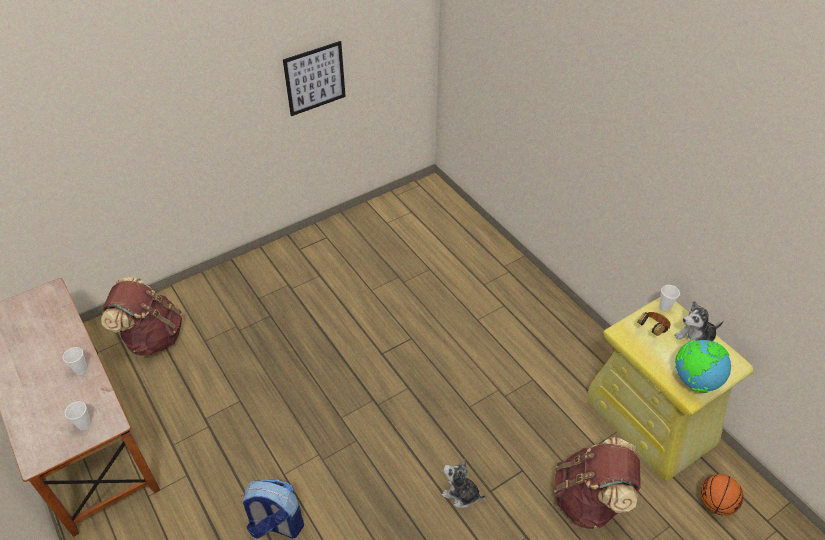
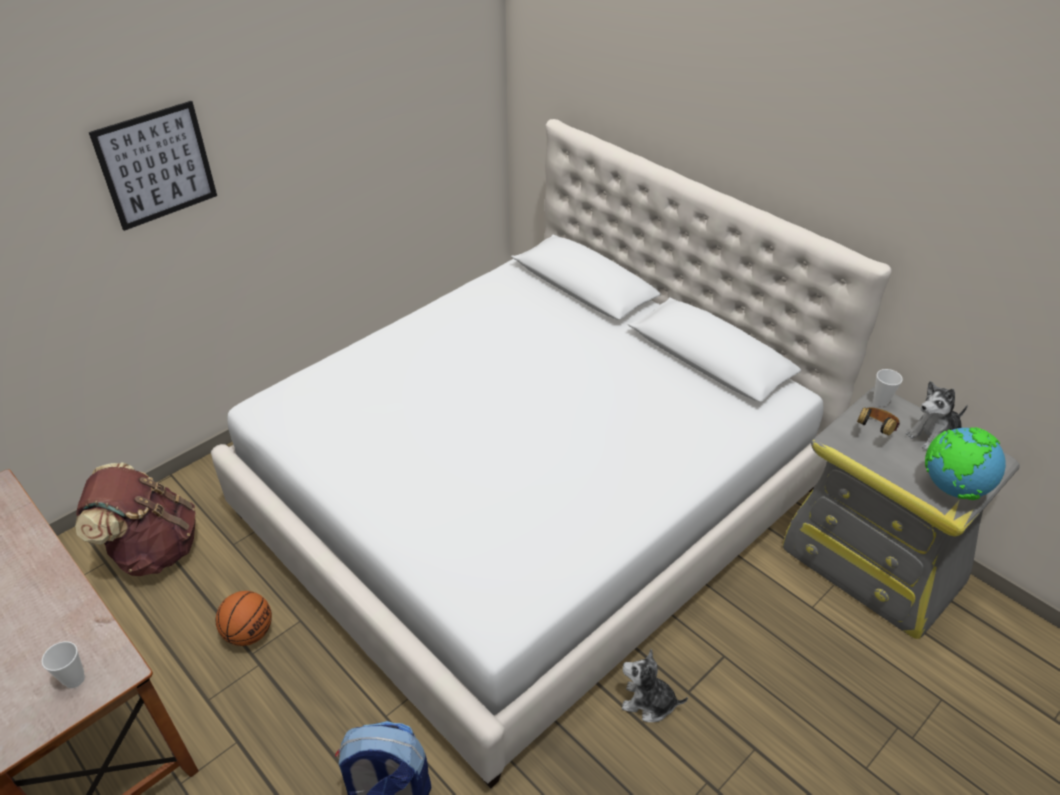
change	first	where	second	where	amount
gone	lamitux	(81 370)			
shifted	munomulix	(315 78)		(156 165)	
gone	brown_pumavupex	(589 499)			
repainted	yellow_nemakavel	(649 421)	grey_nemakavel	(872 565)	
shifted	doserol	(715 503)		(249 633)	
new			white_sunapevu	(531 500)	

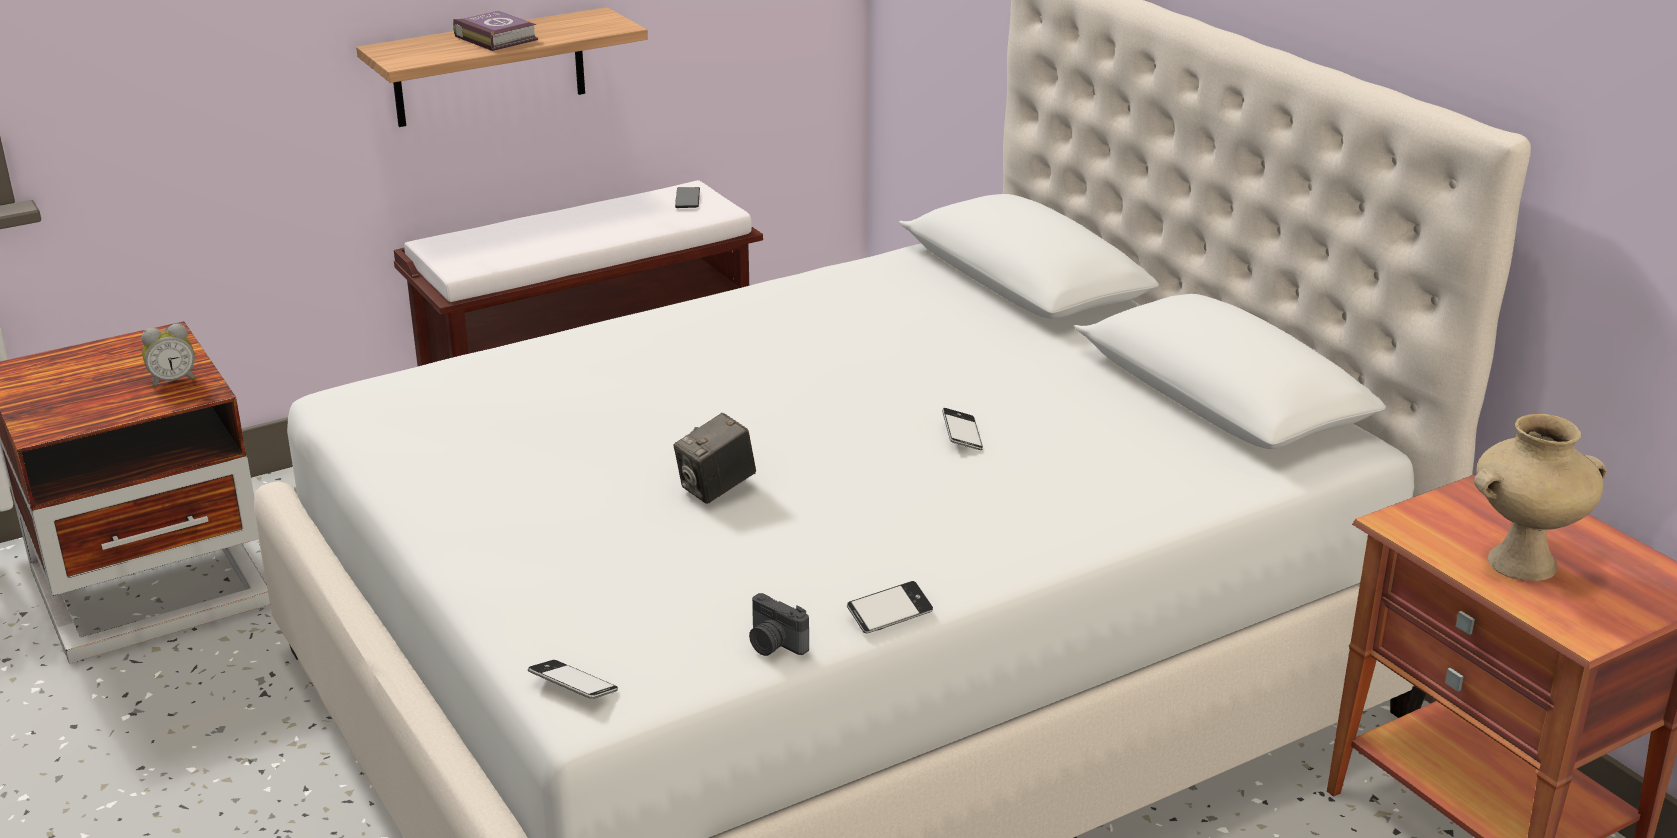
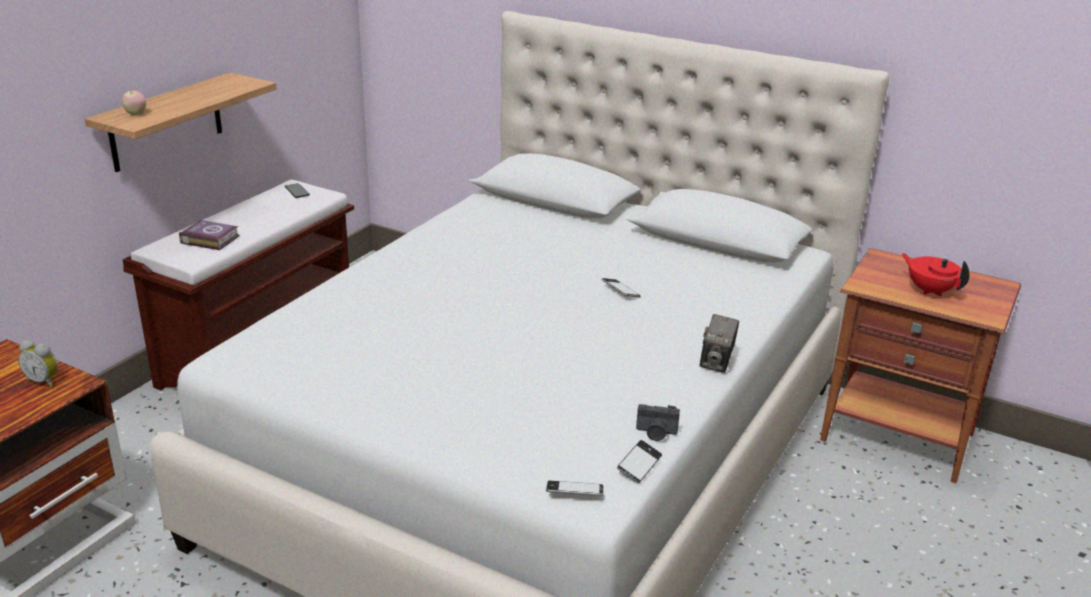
change	first	where	second	where	amount
rotated	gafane	(173 381)		(44 381)	75 degrees clockwise
shifted	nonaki	(496 37)		(209 239)	
shifted	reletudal	(716 489)		(716 362)	
shifted	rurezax	(889 613)		(639 465)	
swapped	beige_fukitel	(1522 562)	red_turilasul	(929 290)	
new			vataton	(136 114)	

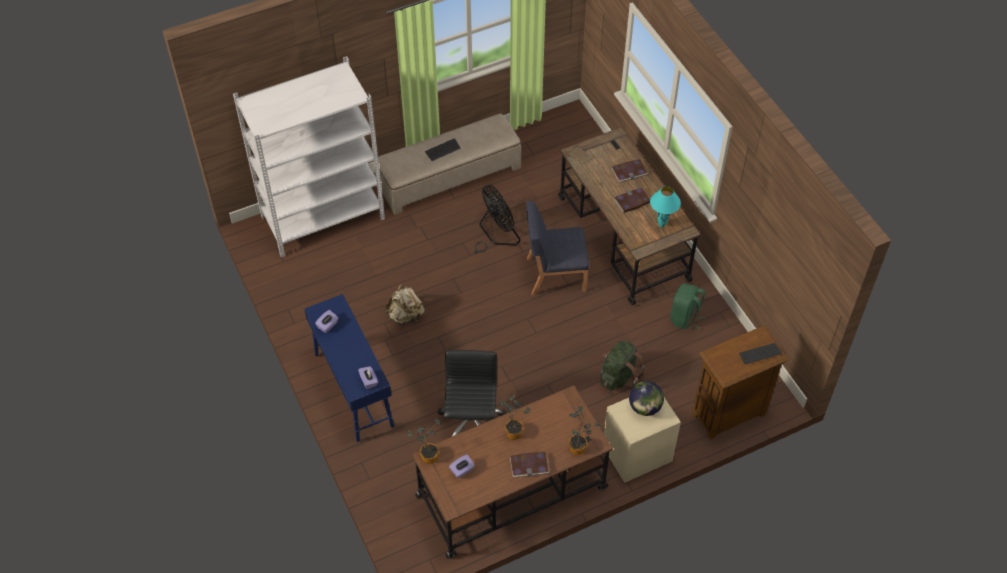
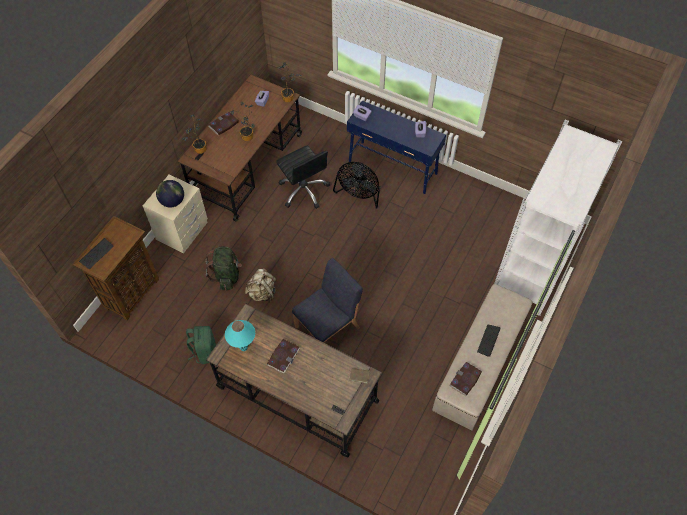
change	first	where	second	where	amount
shifted	beige_pumavupex	(405 316)		(262 293)	
shifted	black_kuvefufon	(494 233)		(358 193)	
shifted	nonaki	(629 171)		(465 379)	

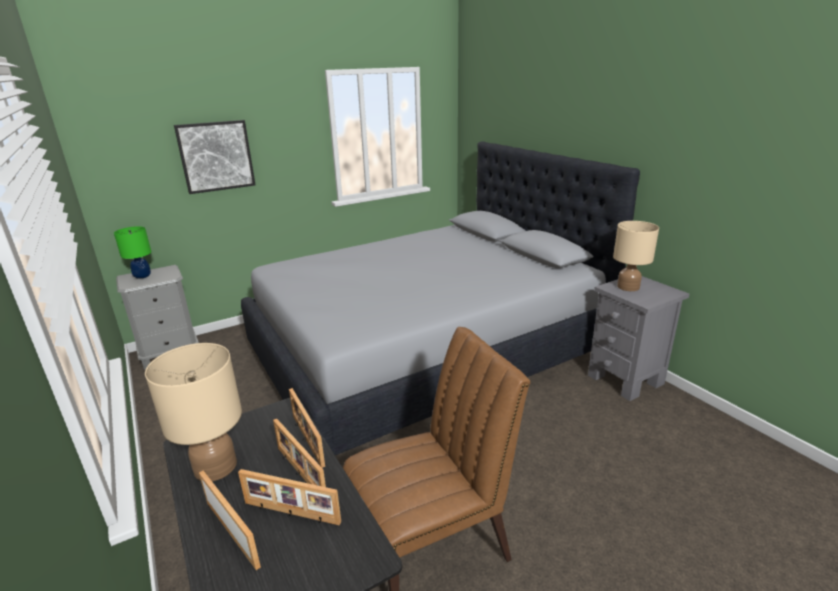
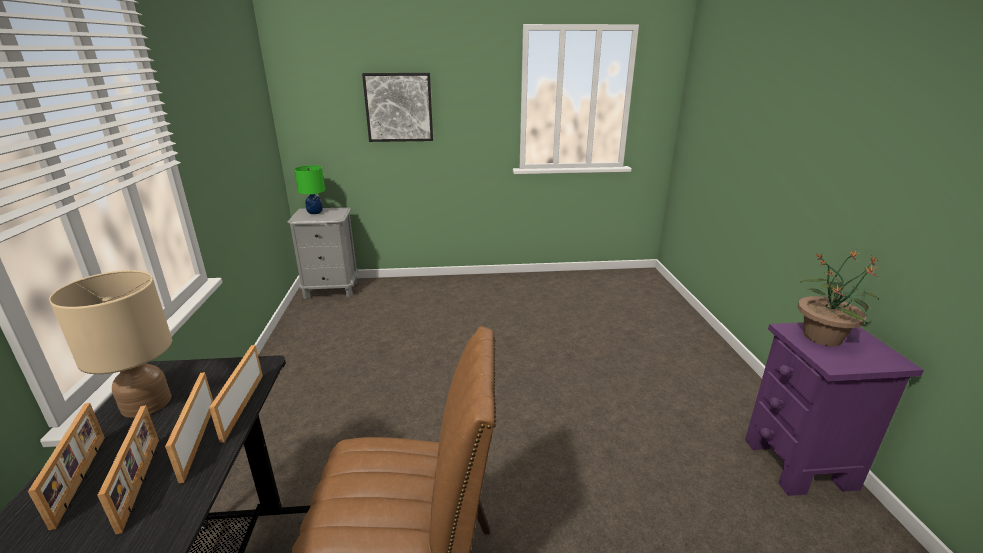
change	first	where	second	where	amount
rotated	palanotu	(291 513)		(141 481)	150 degrees counterclockwise
gone	grey_sunapevu	(427 351)			
repainted	grey_nemakavel	(625 380)	purple_nemakavel	(798 464)	
swapped	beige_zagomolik	(628 287)	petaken	(822 336)	

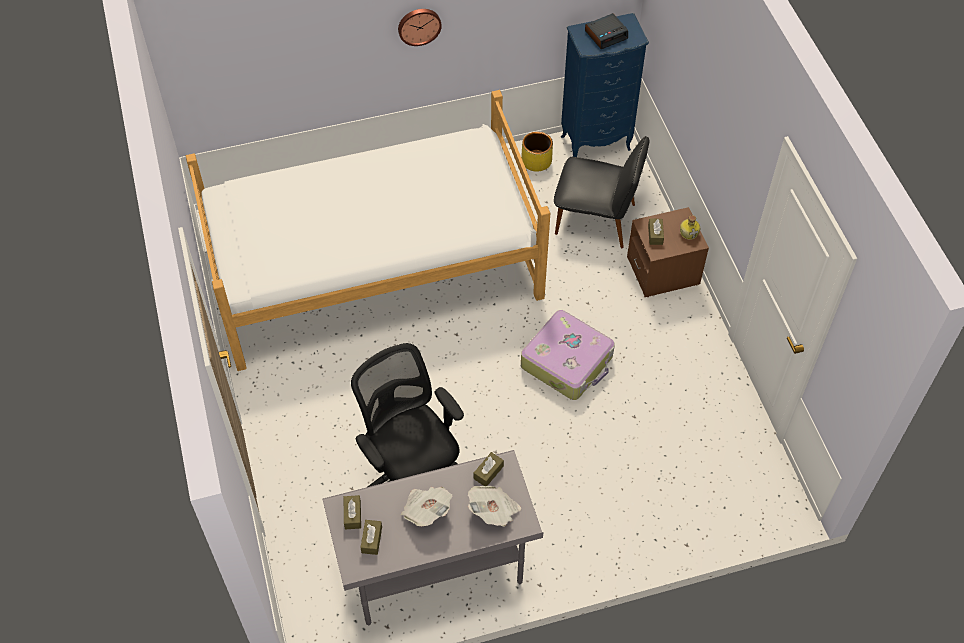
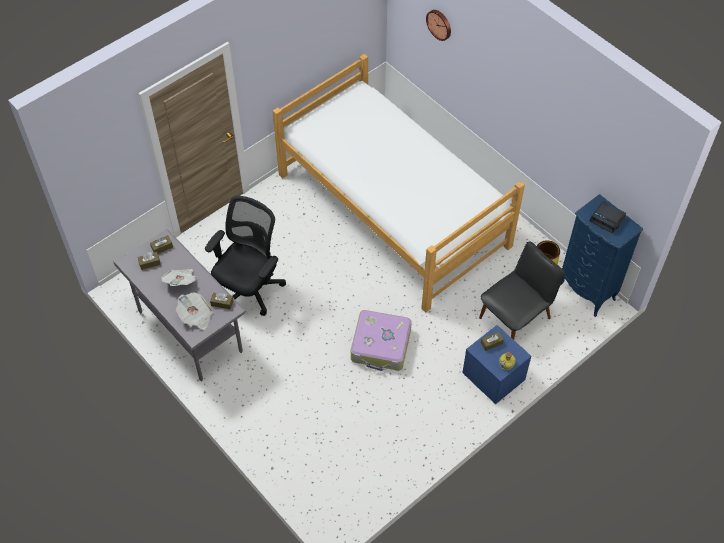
change	first	where	second	where	amount
shifted	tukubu	(419 25)		(439 24)	
rotated	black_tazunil	(595 219)		(514 317)	120 degrees counterclockwise
repainted	brown_nemakavel	(663 271)	blue_nemakavel	(493 377)	

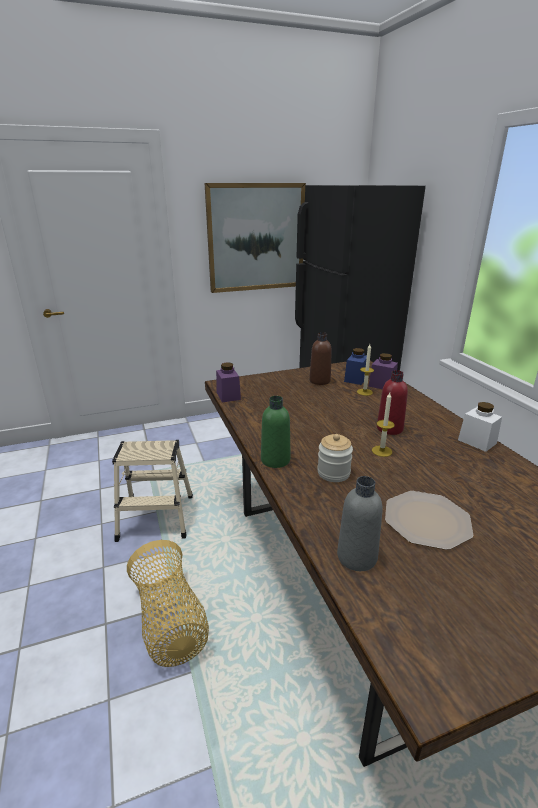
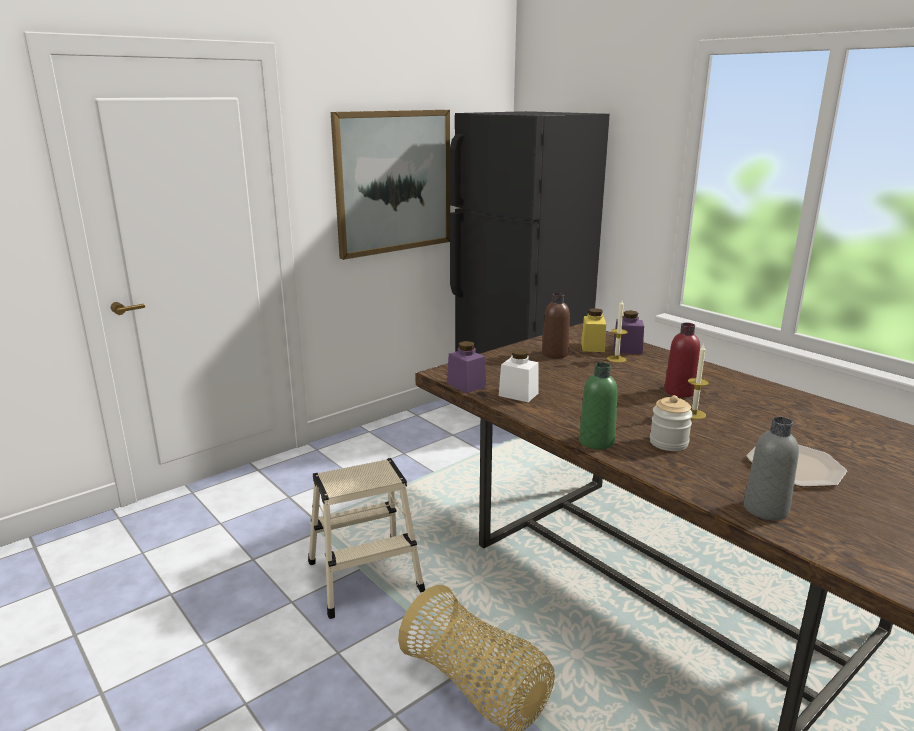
change	first	where	second	where	amount
repainted	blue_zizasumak	(355 379)	yellow_zizasumak	(592 347)	
shifted	white_zizasumak	(477 441)		(518 394)	

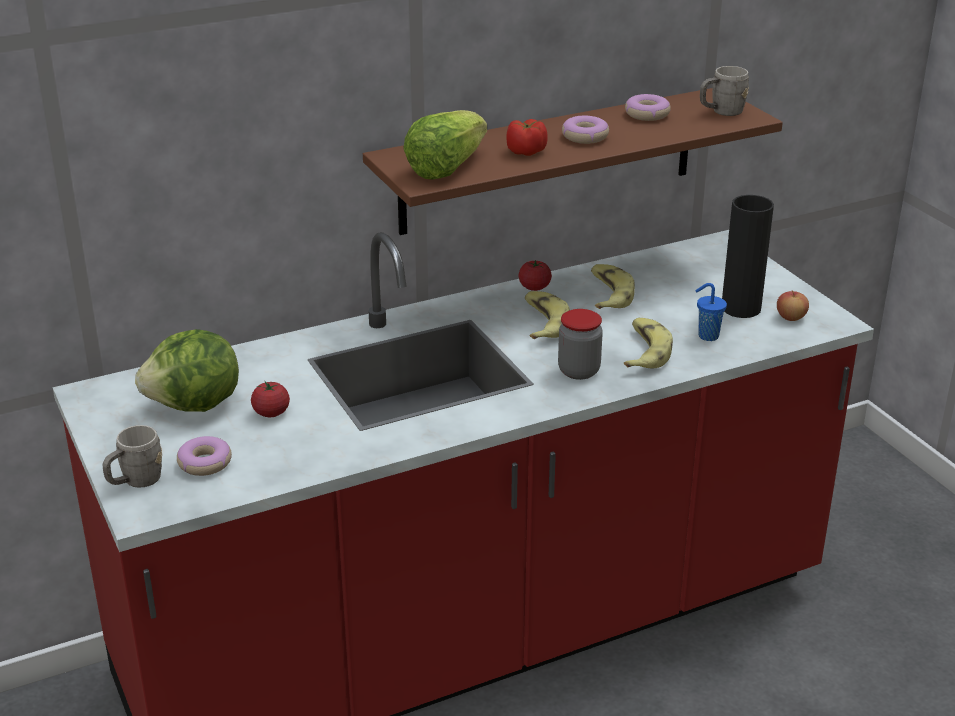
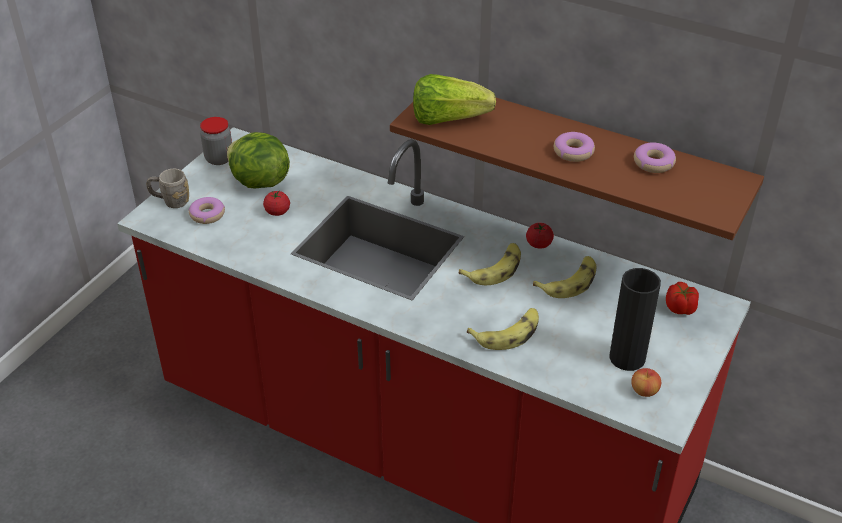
change	first	where	second	where	amount
shifted	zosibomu	(526 152)		(680 308)	
shifted	zizasumak	(579 371)		(219 158)	
gone	blue_lamitux	(707 336)			
gone	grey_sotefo	(721 112)			

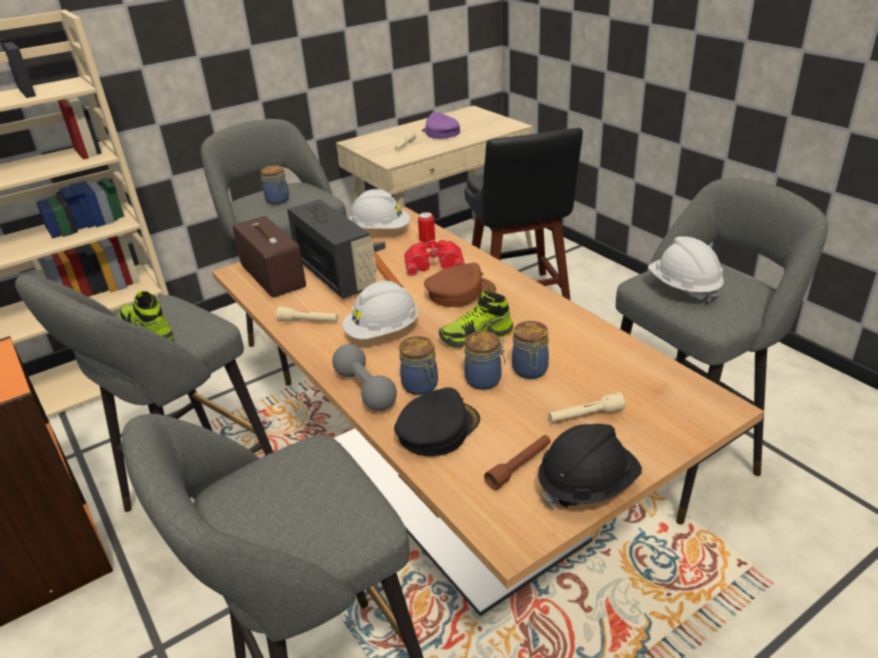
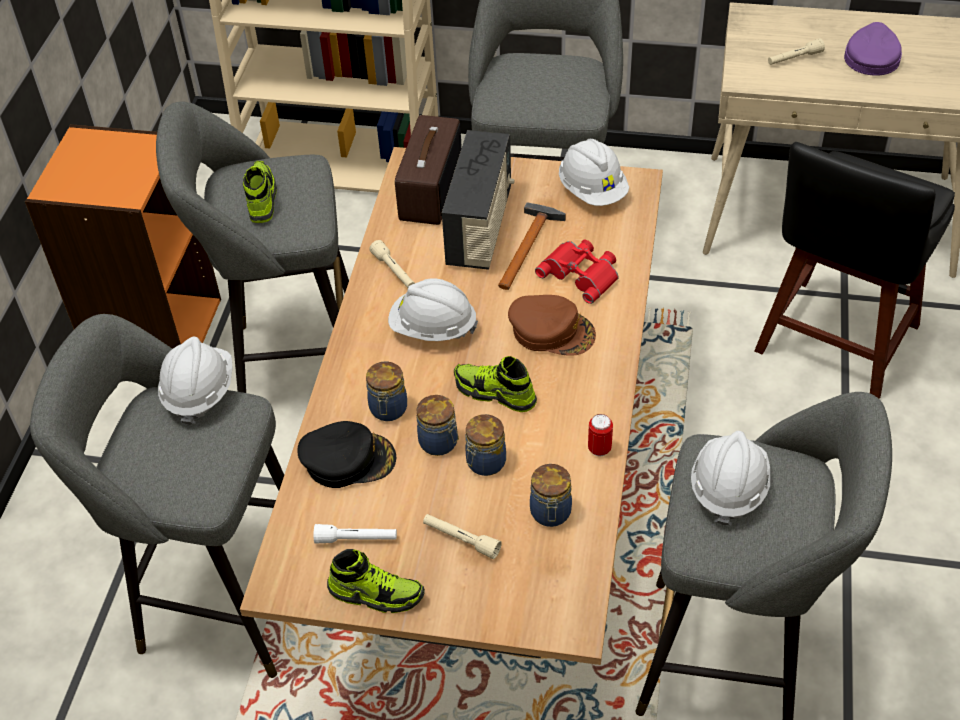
change	first	where	second	where	amount
shifted	zizasumak	(278 200)		(550 514)	
gone	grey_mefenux	(365 389)			
shifted	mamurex	(427 242)		(599 449)	
repainted	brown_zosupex	(519 466)	white_zosupex	(356 539)	
swapped	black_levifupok	(587 485)	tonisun	(376 593)	
new			white_levifupok	(199 392)	

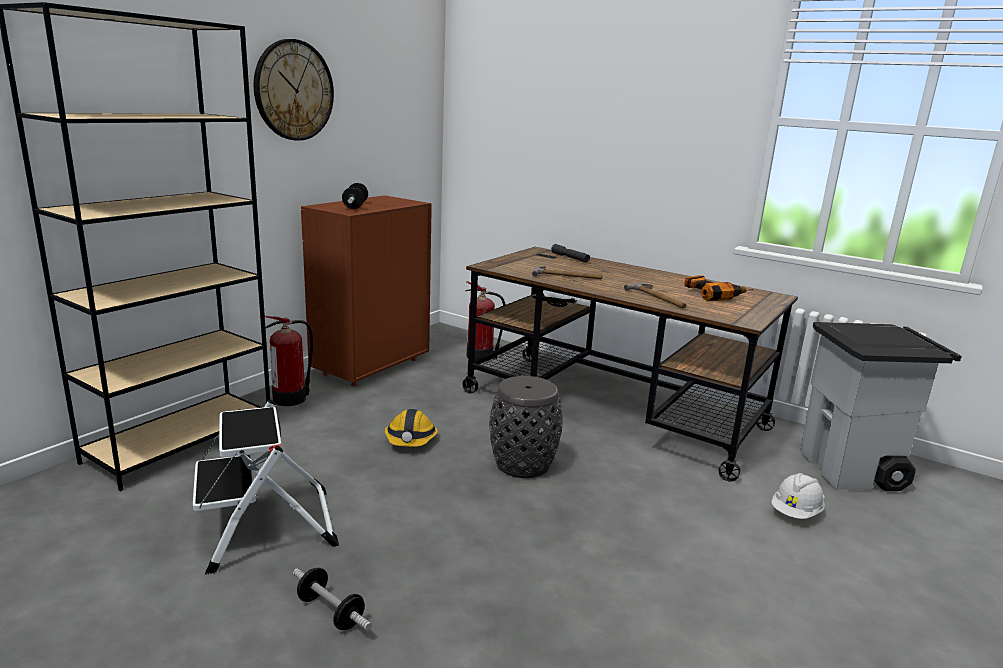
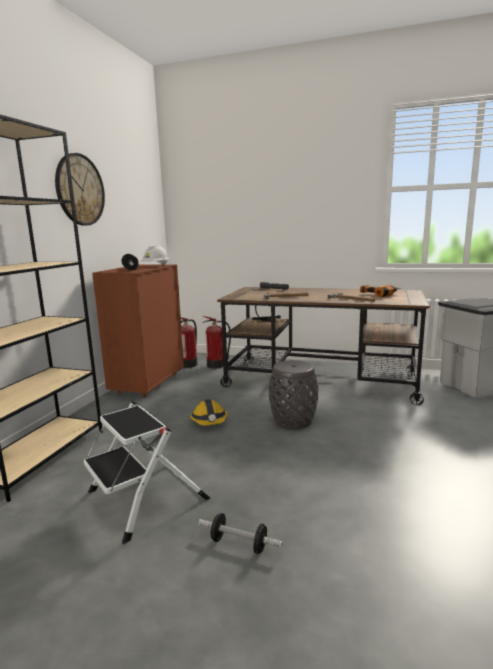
change	first	where	second	where	amount
shifted	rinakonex	(291 398)		(189 364)	
shifted	white_levifupok	(796 512)		(155 266)	

